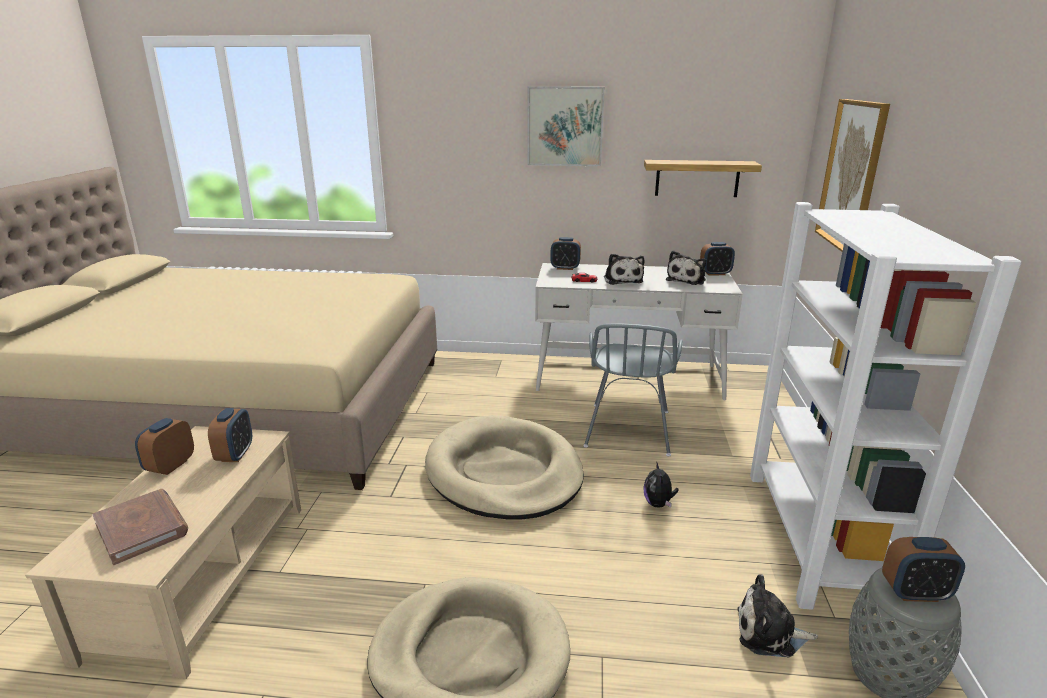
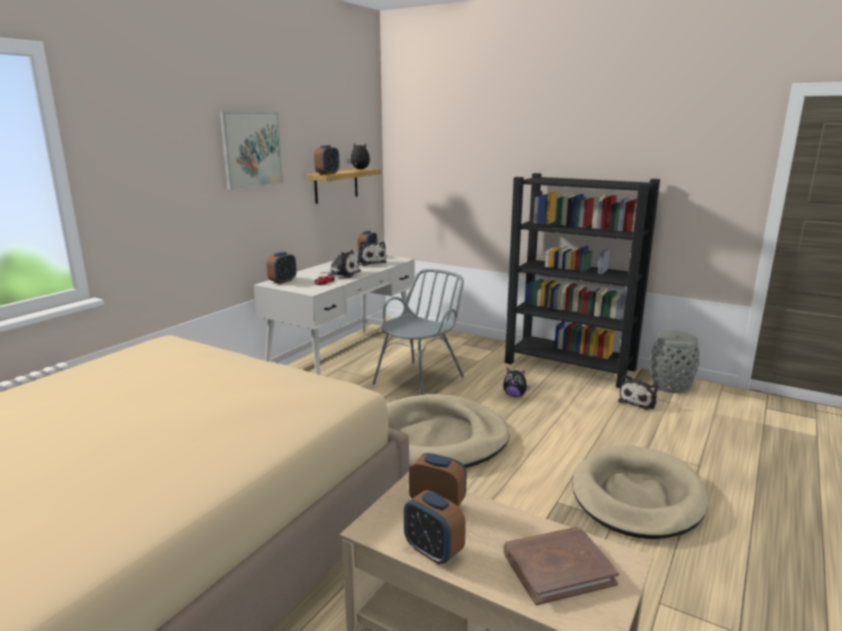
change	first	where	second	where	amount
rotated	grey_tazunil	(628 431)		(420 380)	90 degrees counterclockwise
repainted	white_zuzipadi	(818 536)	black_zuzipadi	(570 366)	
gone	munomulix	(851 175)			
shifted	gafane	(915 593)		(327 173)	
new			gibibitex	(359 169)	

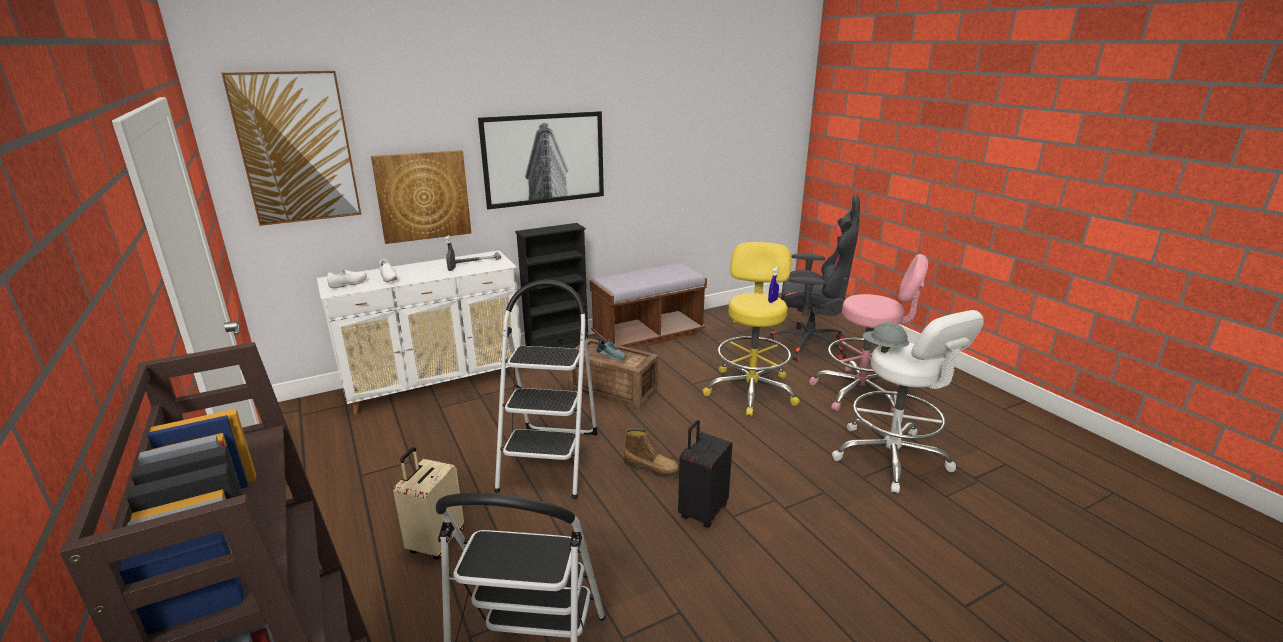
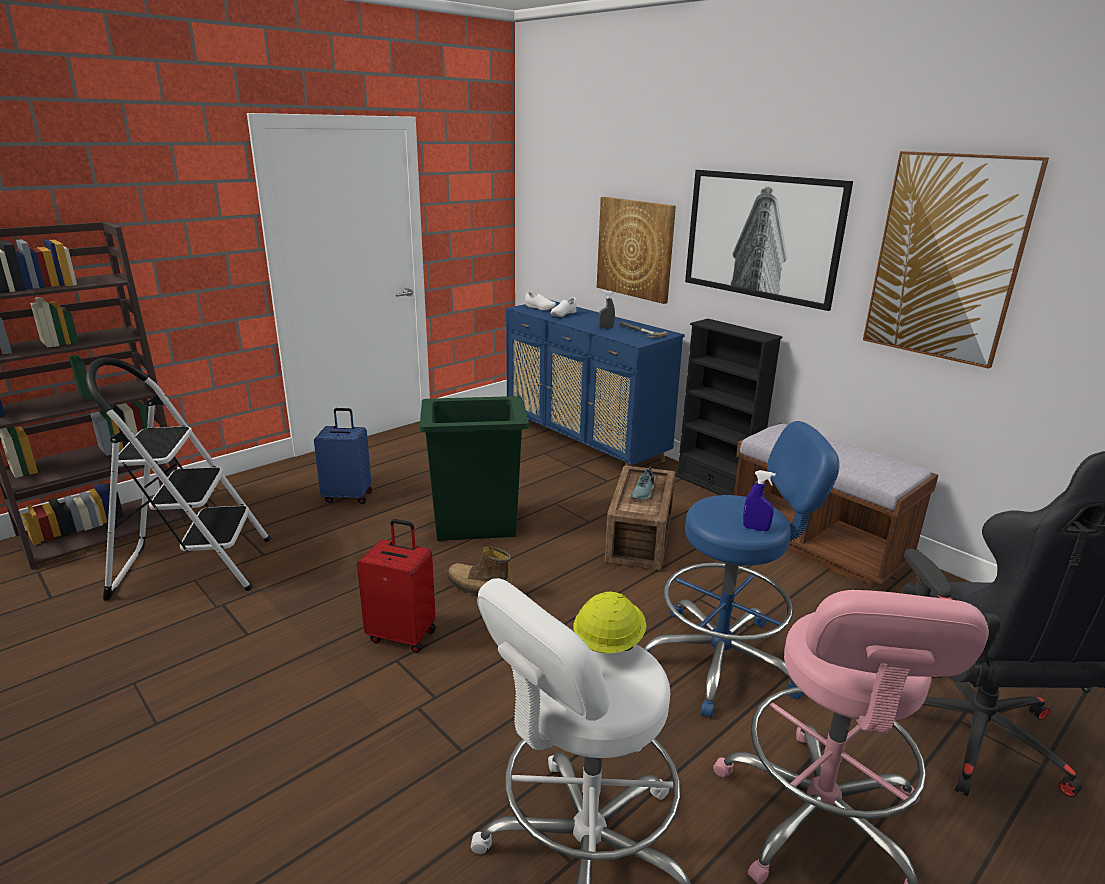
change	first	where	second	where	amount
shifted	munomulix	(296 148)		(947 258)	
repainted	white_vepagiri	(436 384)	blue_vepagiri	(584 442)	
repainted	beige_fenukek	(435 542)	blue_fenukek	(348 496)	
swapped	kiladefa	(551 459)	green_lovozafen	(476 524)	
rotated	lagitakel	(652 468)		(478 589)	105 degrees clockwise
repainted	black_fenukek	(702 511)	red_fenukek	(403 635)	
repainted	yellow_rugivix	(751 390)	blue_rugivix	(721 659)	
repainted	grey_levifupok	(883 349)	yellow_levifupok	(608 643)	

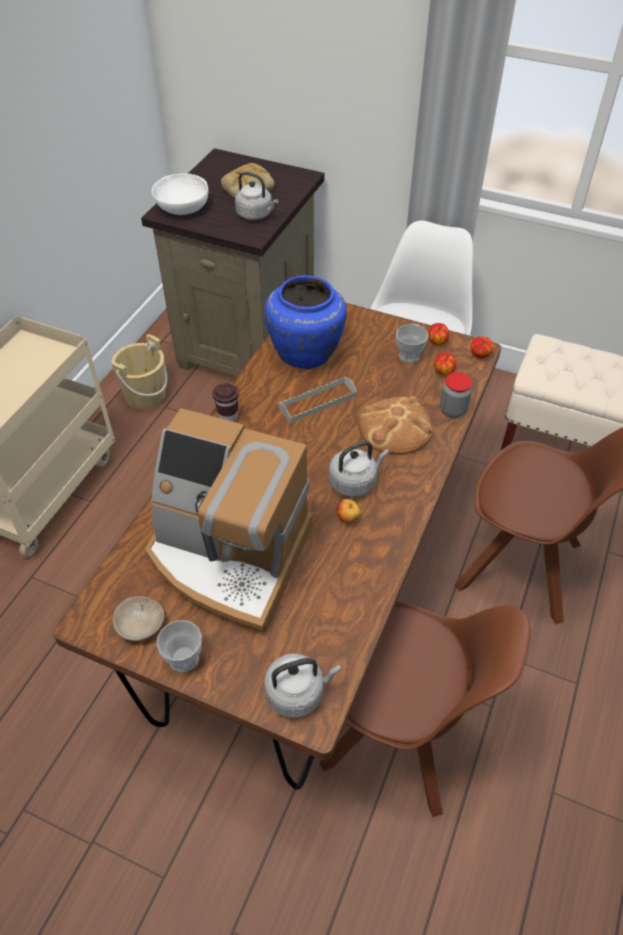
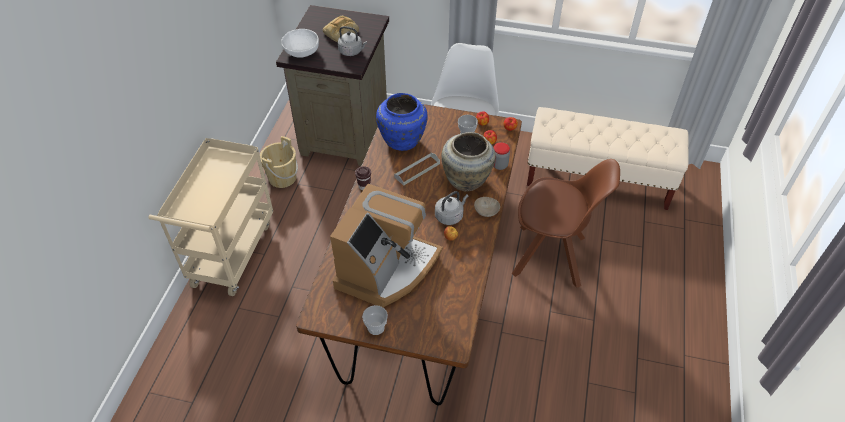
change	first	where	second	where	amount
shifted	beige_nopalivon	(139 626)		(486 211)	
rotated	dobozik	(229 556)		(387 268)	75 degrees counterclockwise
gone	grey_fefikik	(298 693)			
gone	brown_tazunil	(401 737)			
swapped	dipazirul	(395 428)	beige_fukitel	(467 180)	

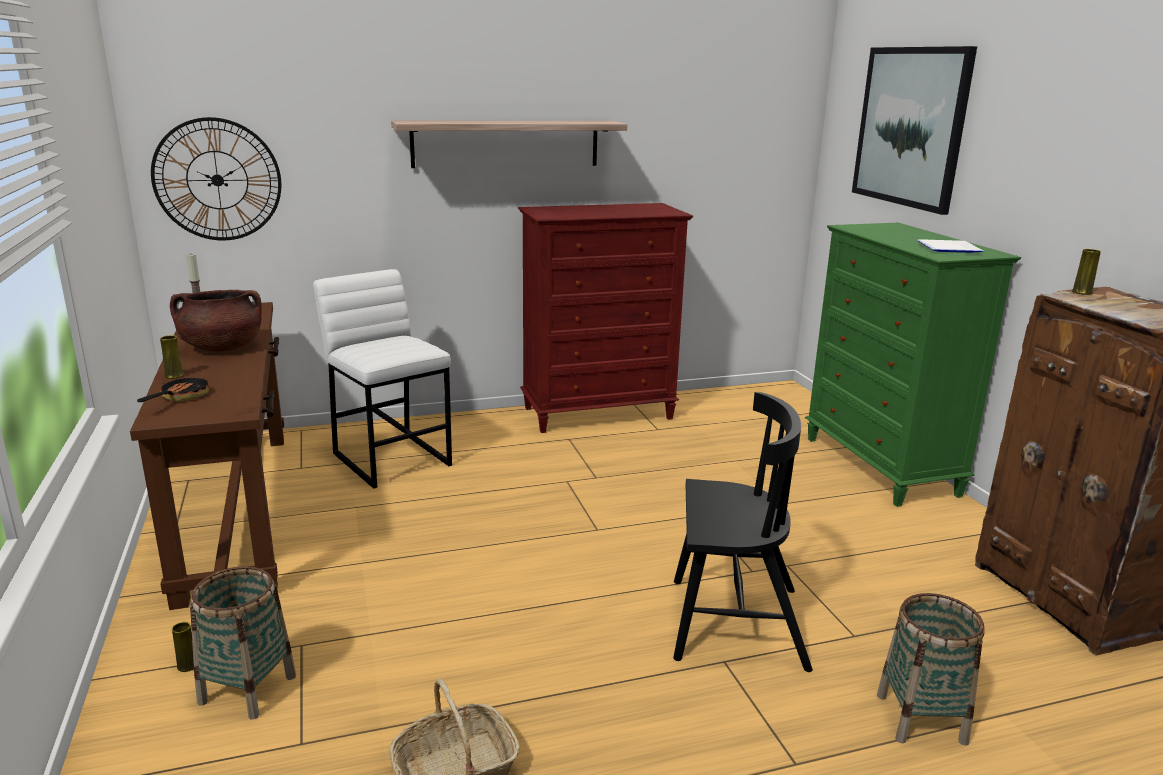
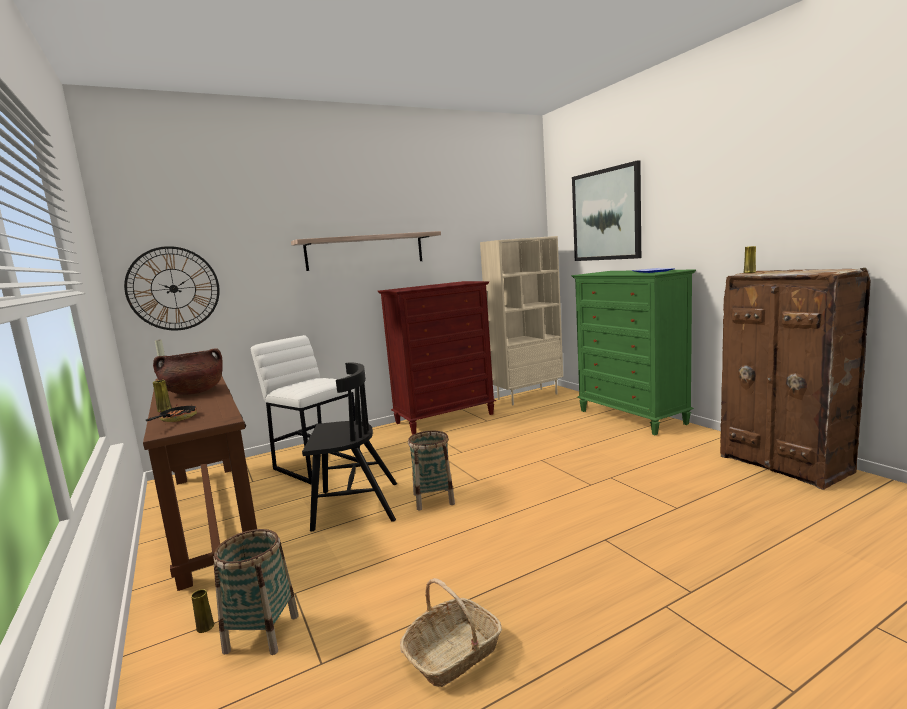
change	first	where	second	where	amount
shifted	black_tazunil	(727 622)		(350 506)	
shifted	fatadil	(921 718)		(433 499)	
new			beige_zuzipadi	(527 396)	

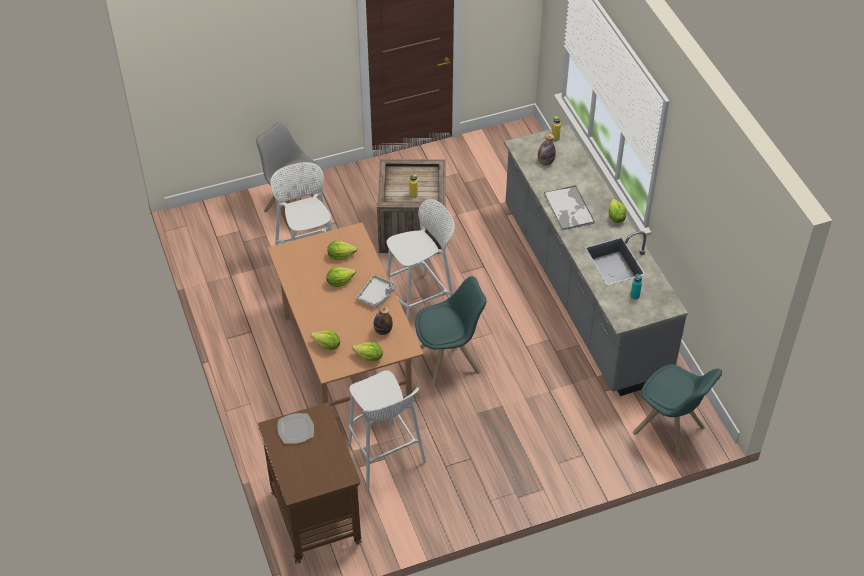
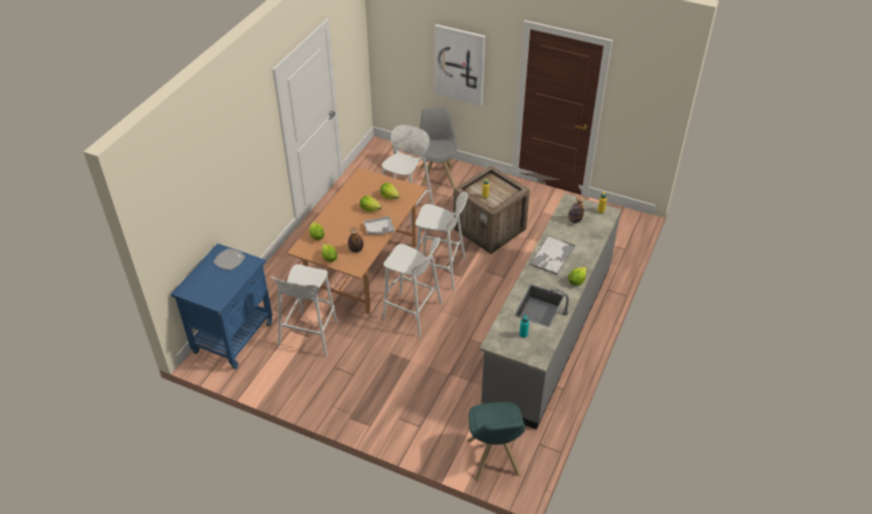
change	first	where	second	where	amount
repainted	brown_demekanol	(315 517)	blue_demekanol	(234 338)	
swapped	turquoise_tazunil	(449 362)	white_rugivix	(412 313)	
new			munomulix	(459 64)	

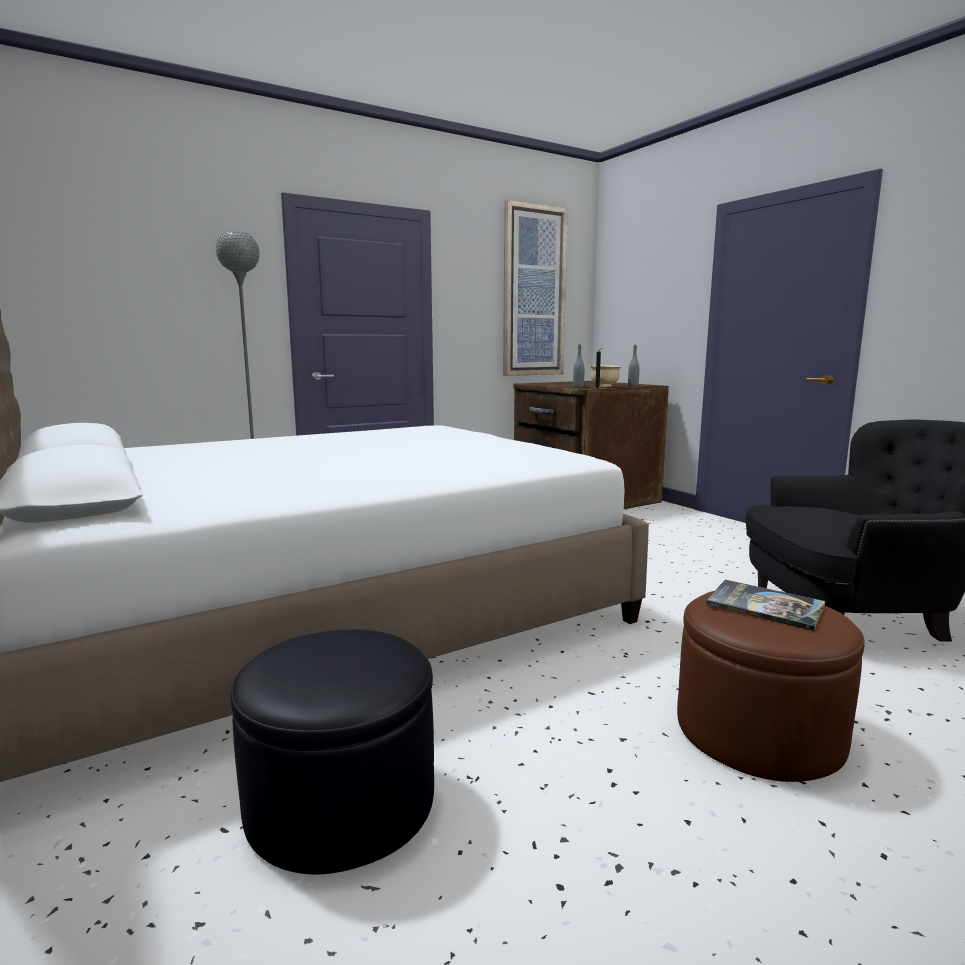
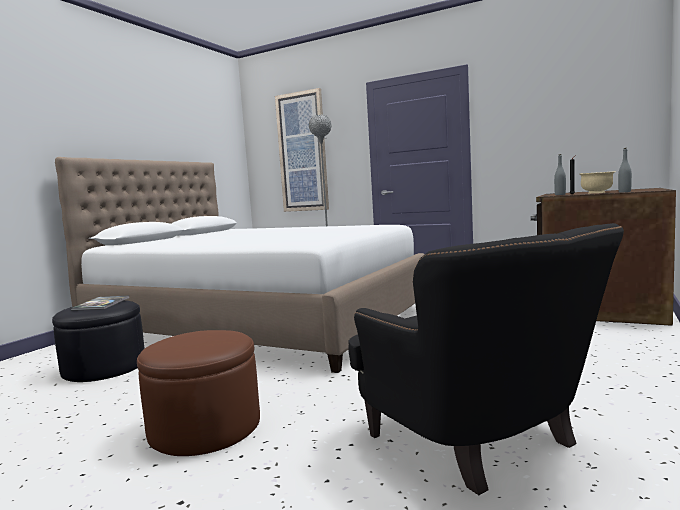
change	first	where	second	where	amount
shifted	munomulix	(533 292)		(302 152)	
shifted	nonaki	(765 606)		(101 304)	

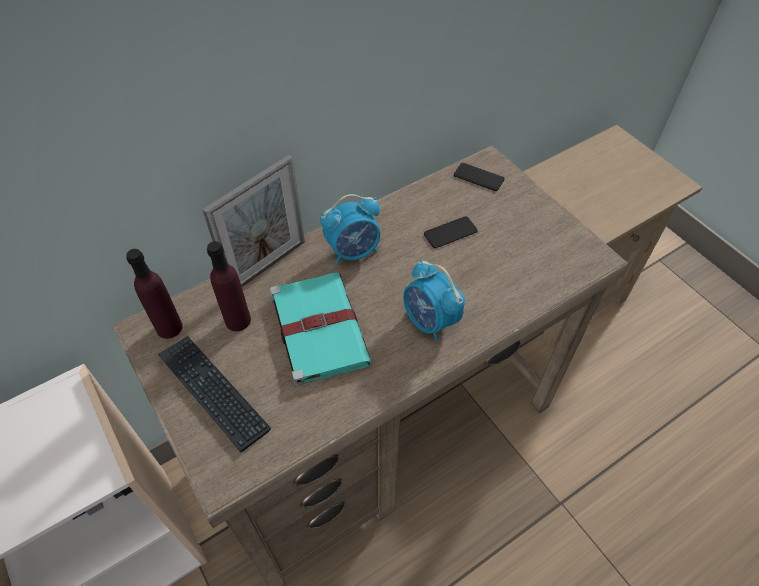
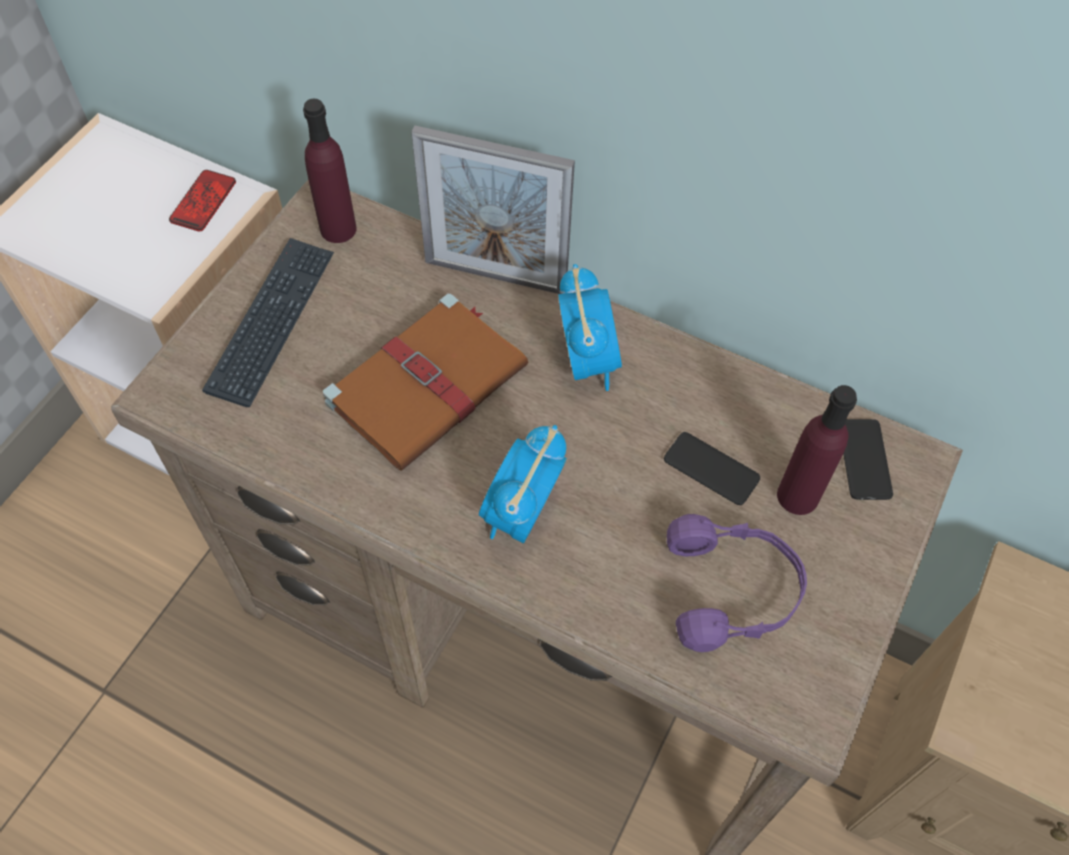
change	first	where	second	where	amount
shifted	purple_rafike	(238 320)		(798 496)	
repainted	turquoise_nonaki	(318 327)	brown_nonaki	(429 383)	
rotated	gafane	(353 251)		(587 360)	135 degrees counterclockwise
new			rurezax	(203 201)	
new			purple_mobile	(733 590)	

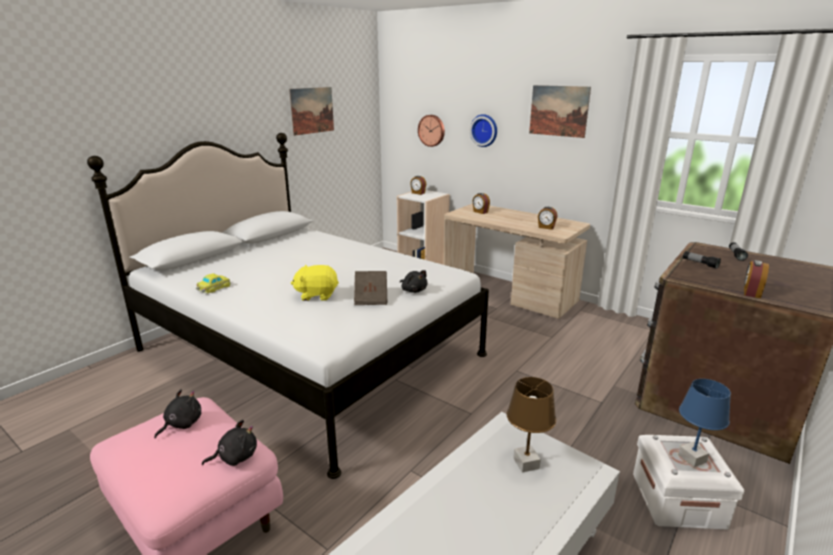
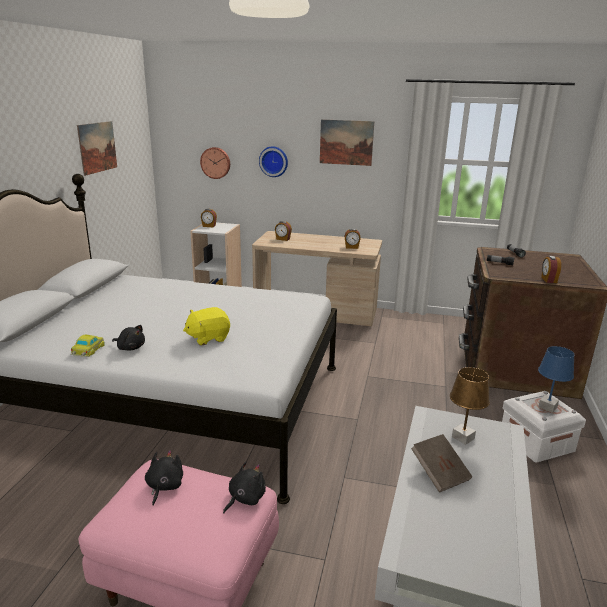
change	first	where	second	where	amount
shifted	brown_nonaki	(371 297)		(440 473)	
shifted	black_gibibitex	(413 290)		(130 347)	

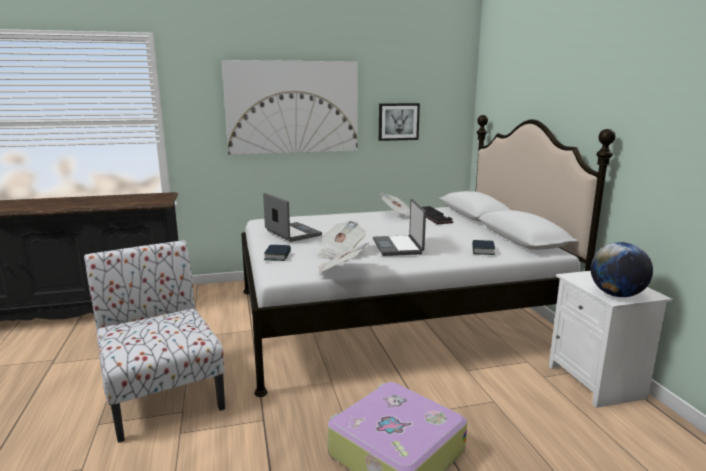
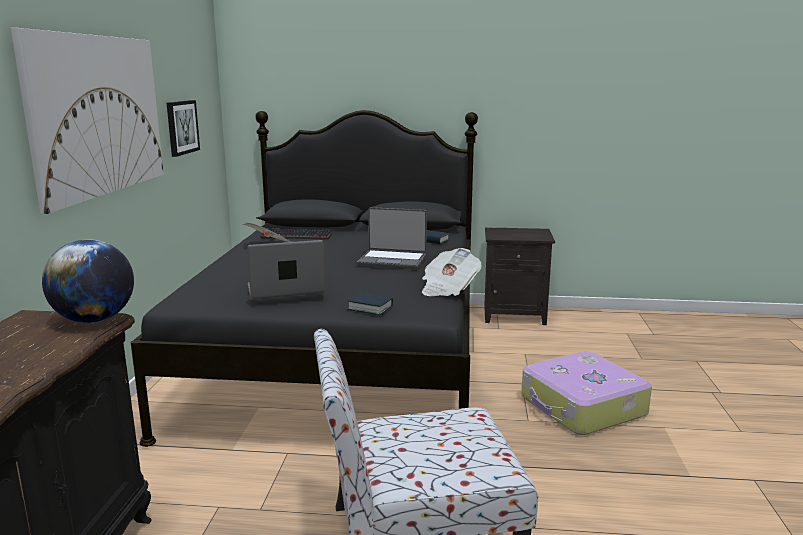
change	first	where	second	where	amount
repainted	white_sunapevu	(392 318)	black_sunapevu	(342 360)	
gone	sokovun	(339 253)			
repainted	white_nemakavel	(597 382)	black_nemakavel	(515 315)	
shifted	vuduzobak	(617 295)		(95 320)	

